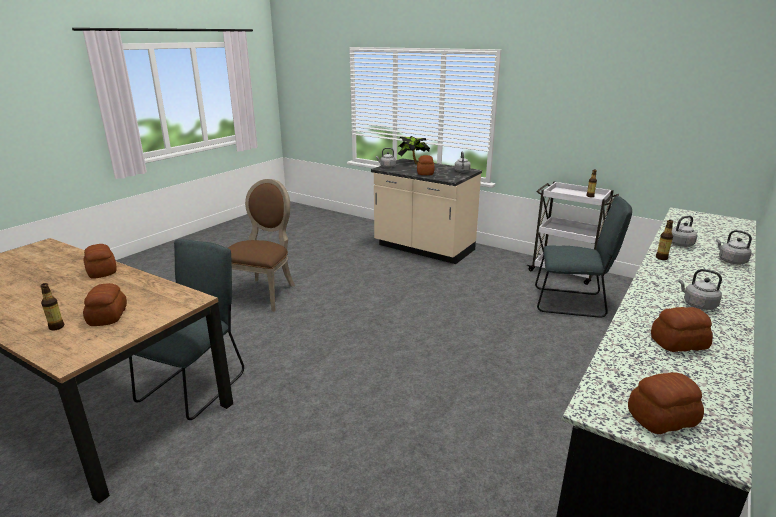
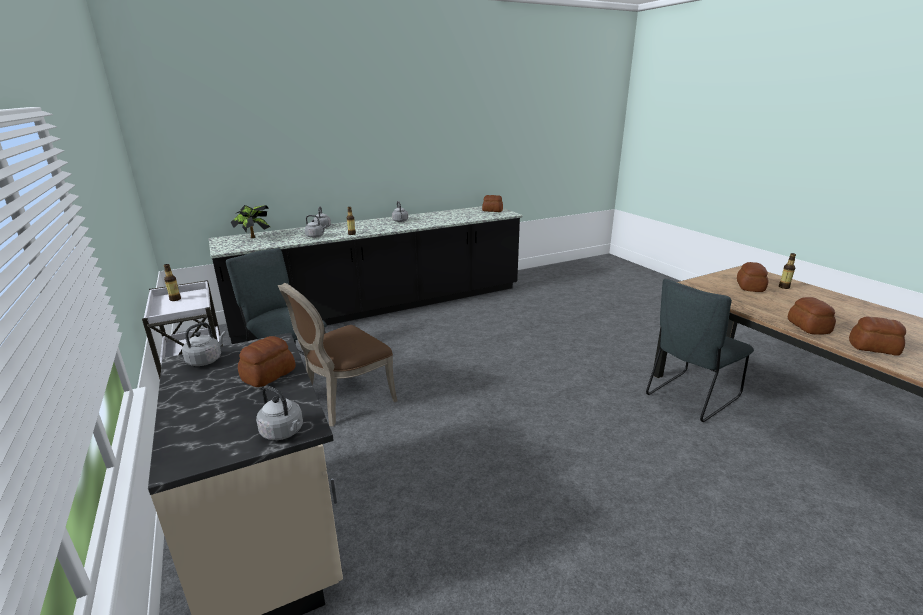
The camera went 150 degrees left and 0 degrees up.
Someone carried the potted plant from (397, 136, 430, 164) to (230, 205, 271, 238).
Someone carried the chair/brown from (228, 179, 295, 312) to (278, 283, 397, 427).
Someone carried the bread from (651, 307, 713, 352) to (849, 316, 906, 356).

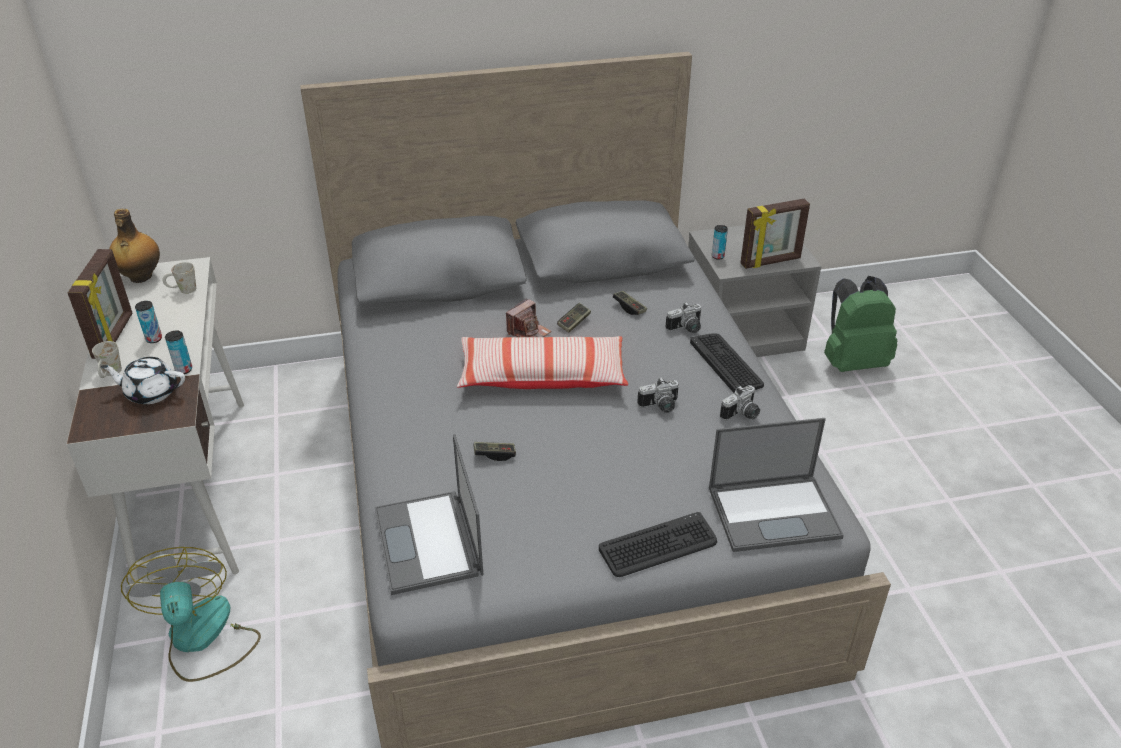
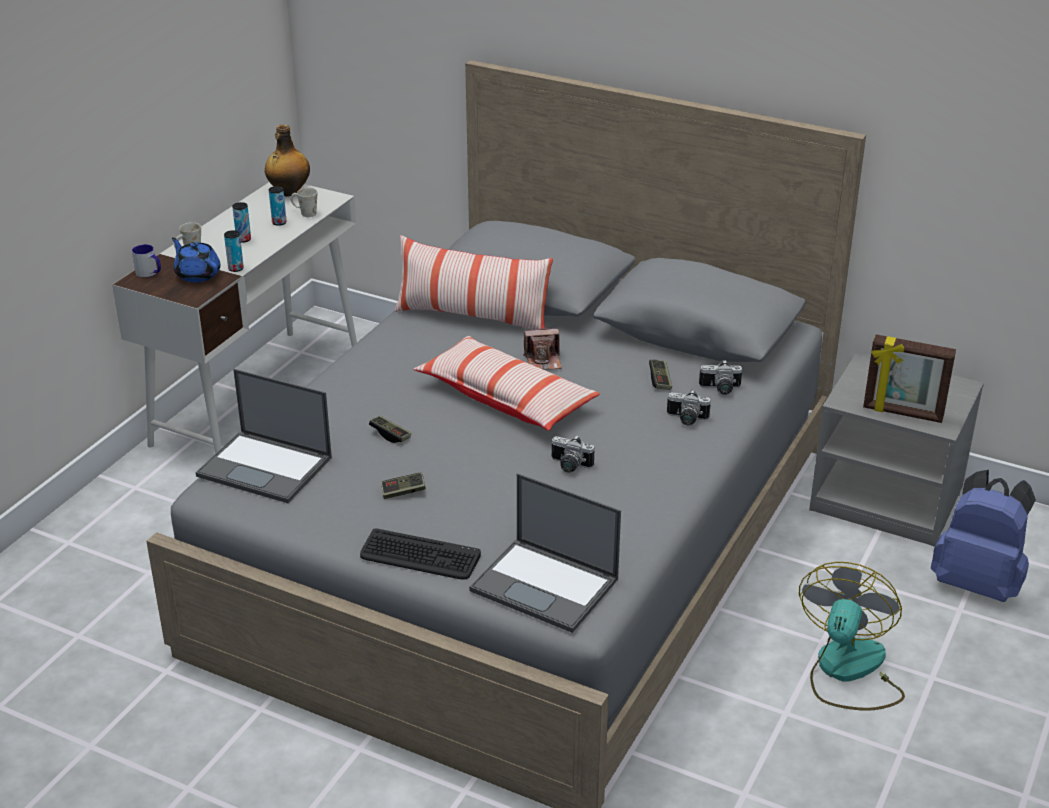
The camera went 40 degrees right and 5 degrees down.
Someone carried the can from (712, 225, 728, 260) to (269, 186, 287, 226).
Someone took away the picture frame at (68, 249, 133, 359).
Someone repainted the backpack/green at (824, 276, 898, 372), which became the backpack/blue at (931, 470, 1036, 602).
Someone carried the game controller from (557, 303, 591, 333) to (381, 472, 426, 499).
Someone took away the keyboard at (690, 333, 764, 393).
Someone repainted the teapot/white at (101, 357, 185, 404), which became the teapot/blue at (172, 237, 221, 283).
Someone carried the photo camera from (720, 385, 760, 421) to (699, 361, 742, 395).
Someone rotated the laptop at (375, 434, 483, 595) by 90 degrees counterclockwise.
Someone carried the fan from (121, 547, 261, 682) to (799, 562, 905, 711).
Someone put down the pillow at (394, 235, 553, 330).
Someone put down the mug at (132, 244, 161, 277).

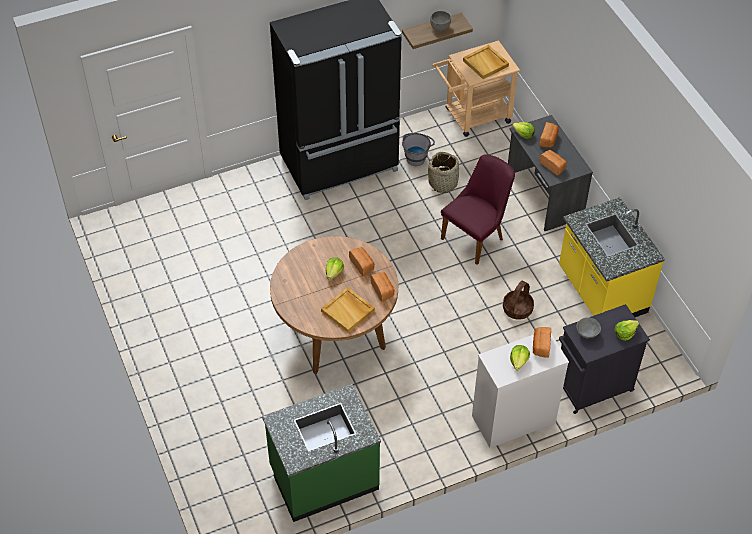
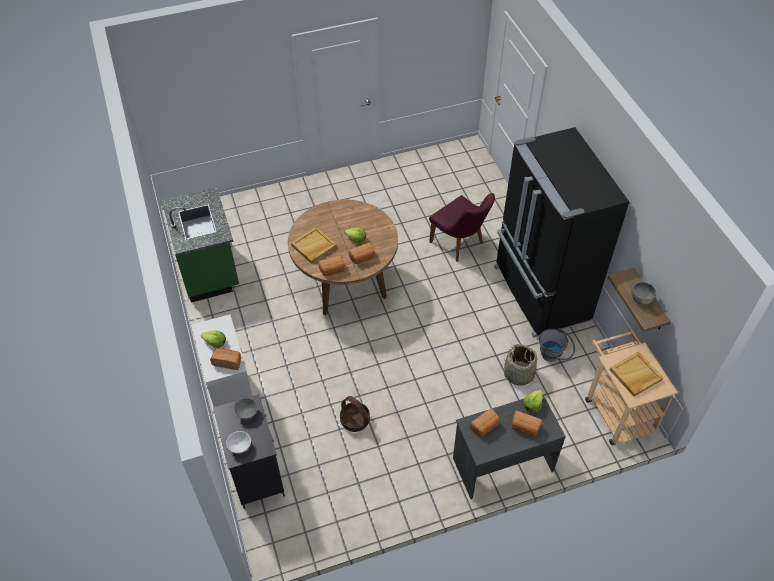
The camera went 95 degrees right and 0 degrees up.
Someone carried the chair/purple from (441, 155, 515, 265) to (429, 193, 495, 261).
Someone took away the counter/yellow at (559, 197, 665, 317).
Someone swapped the lettuce at (615, 320, 639, 341) for the bowl/white at (226, 431, 251, 454).

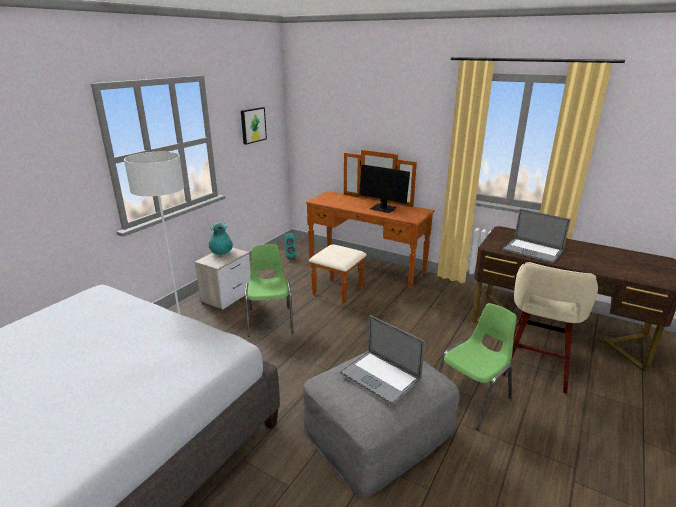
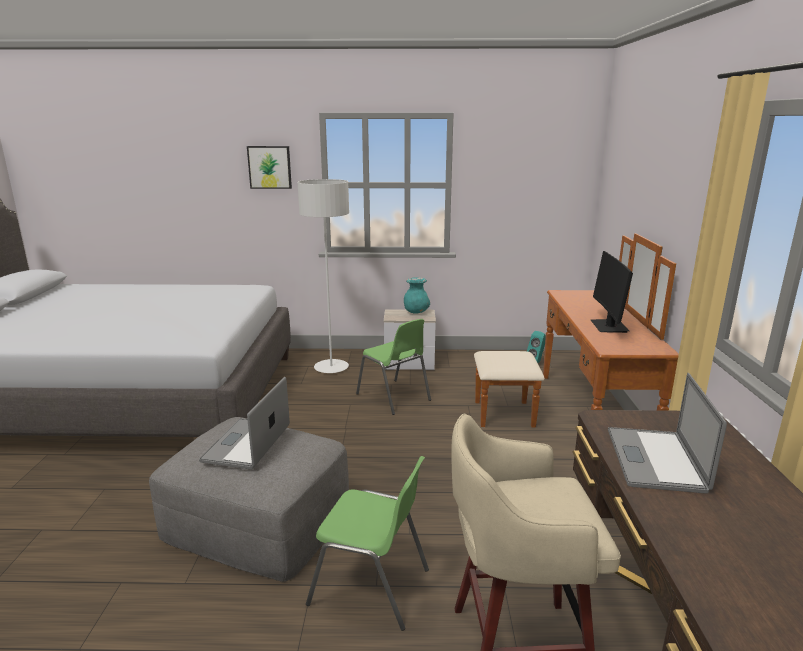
The camera went 60 degrees right and 5 degrees down.
Someone carried the picture from (241, 107, 267, 145) to (247, 146, 292, 189).
Someone rotated the chair/green at (245, 244, 294, 337) by 90 degrees clockwise.

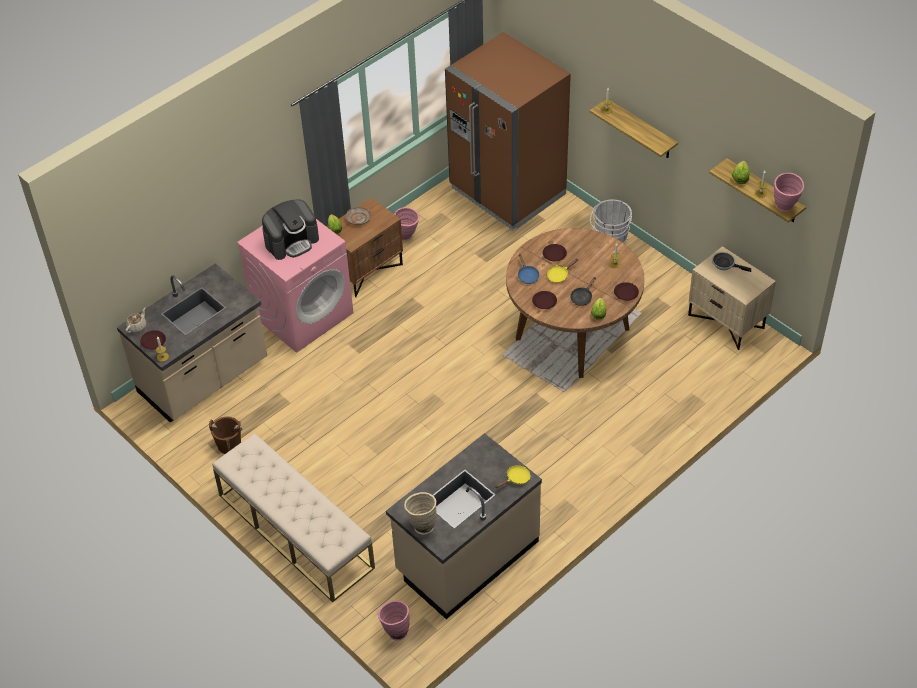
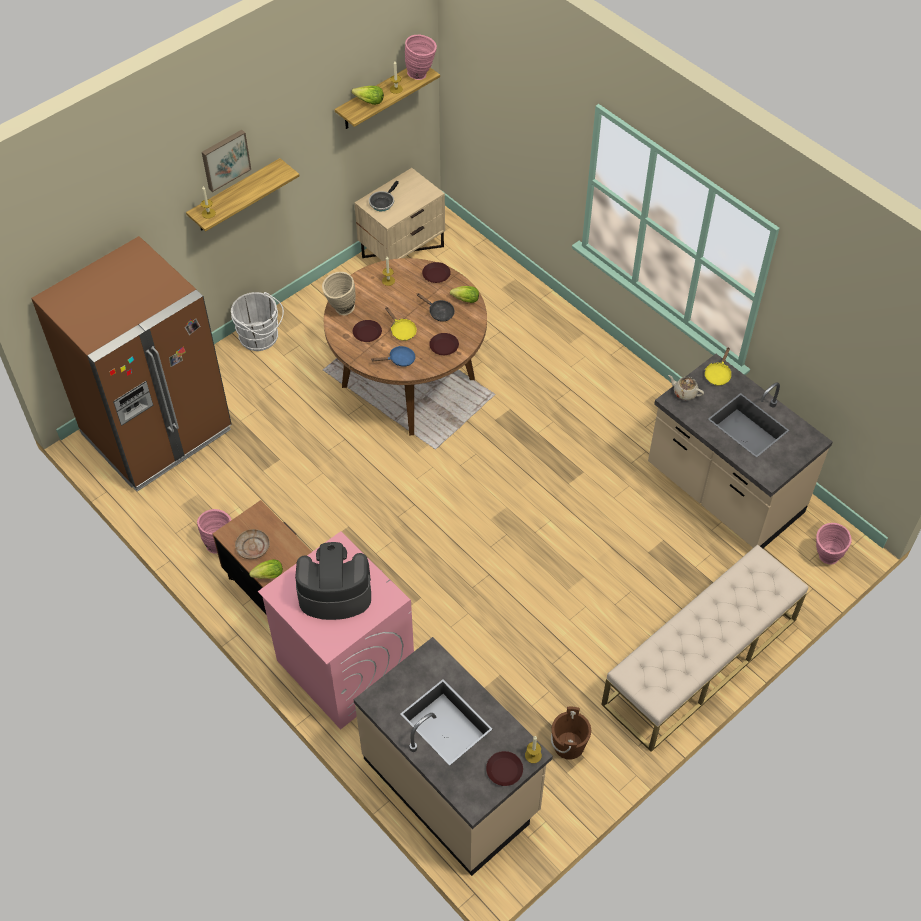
The camera went 90 degrees left and 5 degrees up.
Someone rotated the coffee machine at (262, 199, 319, 260) by 60 degrees counterclockwise.
Someone carried the teapot/beige from (126, 308, 146, 333) to (668, 375, 704, 400).
Someone rotated the frying pan/yellow at (495, 465, 531, 488) by 120 degrees counterclockwise.
Someone carried the vase/beige from (404, 492, 437, 535) to (322, 272, 356, 315).
Someone put up the picture at (202, 130, 251, 192).

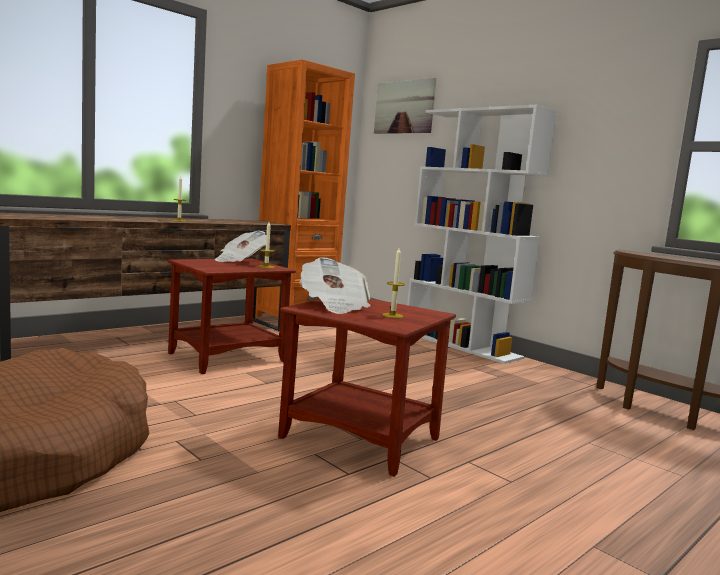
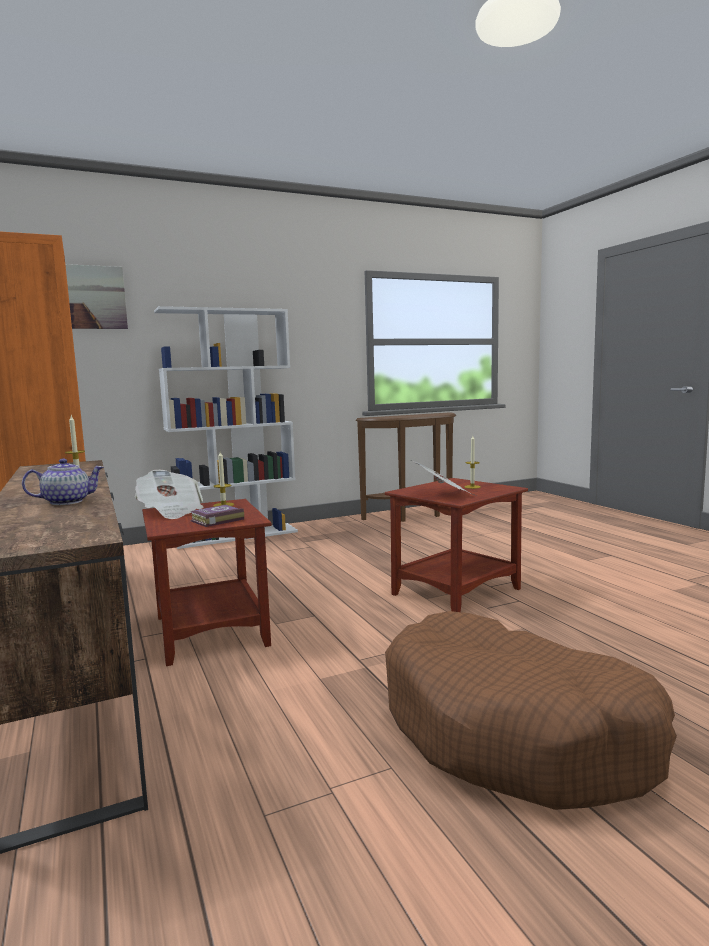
The camera went 70 degrees left and 0 degrees up.
Someone put down the teapot at (22, 459, 104, 505).
Someone put down the book at (191, 505, 244, 527).

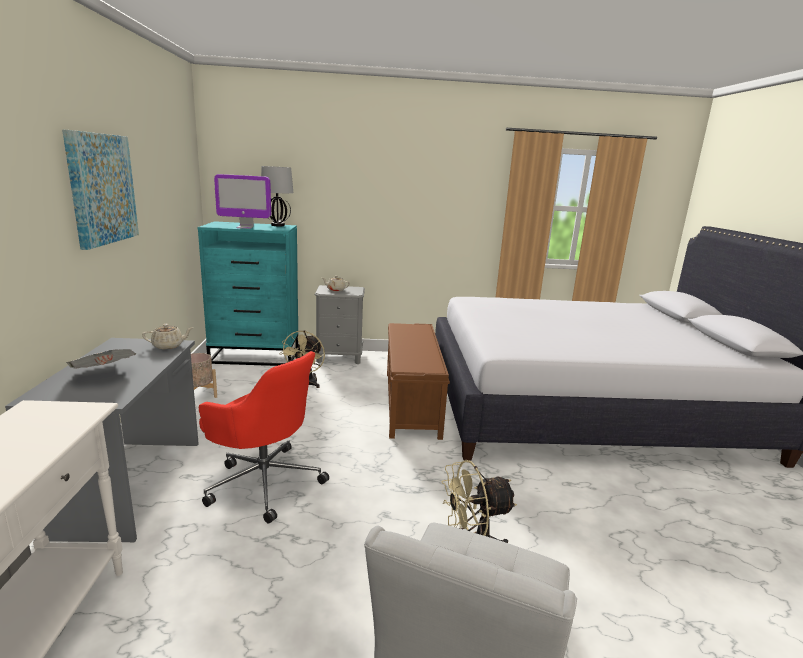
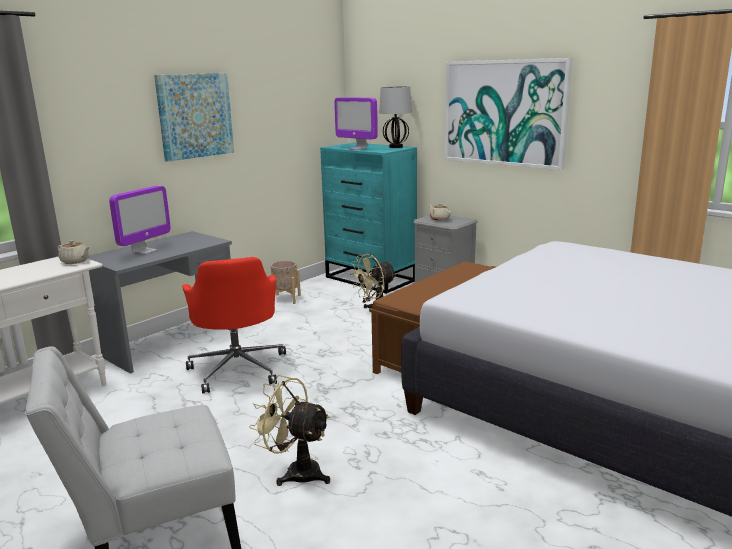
The camera went 45 degrees right and 0 degrees up.
Someone carried the teapot/beige from (142, 324, 194, 349) to (57, 240, 90, 264).
Someone swapped the newspaper at (66, 349, 136, 369) for the monitor at (109, 186, 171, 255).
Someone put up the picture at (445, 58, 573, 170).

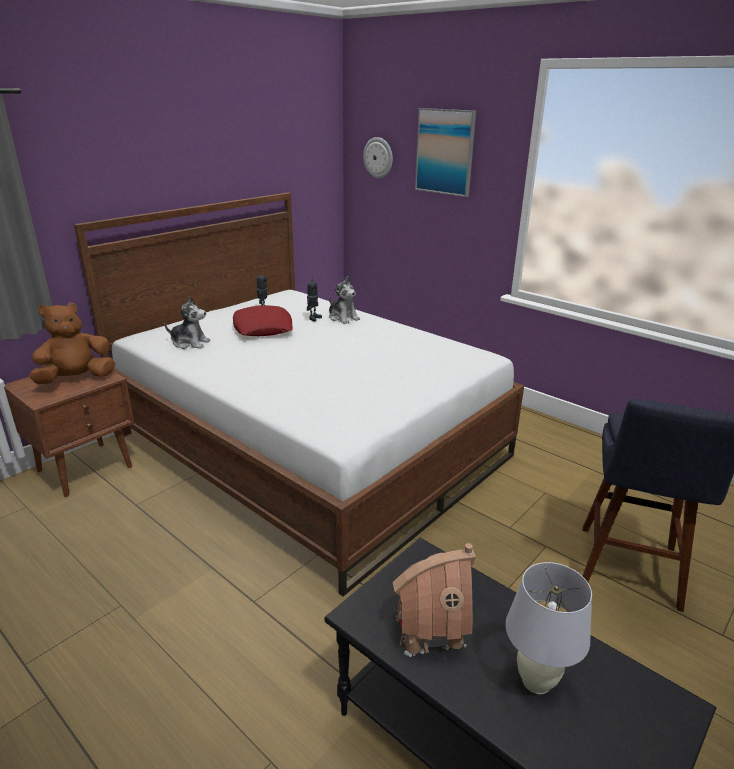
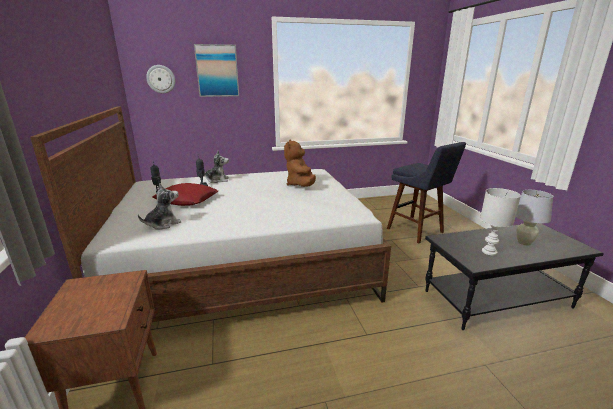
The camera went 55 degrees left and 5 degrees down.
Someone carried the plush toy/brown from (29, 302, 115, 384) to (284, 140, 316, 187).
Someone swapped the toy house at (393, 543, 476, 658) for the table lamp/white at (480, 188, 521, 255).

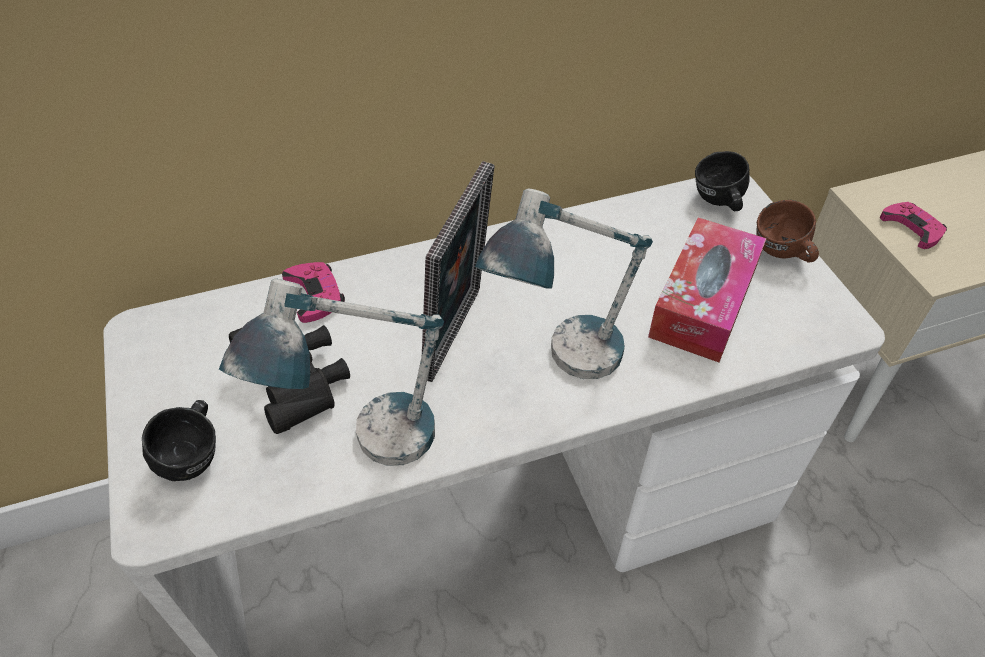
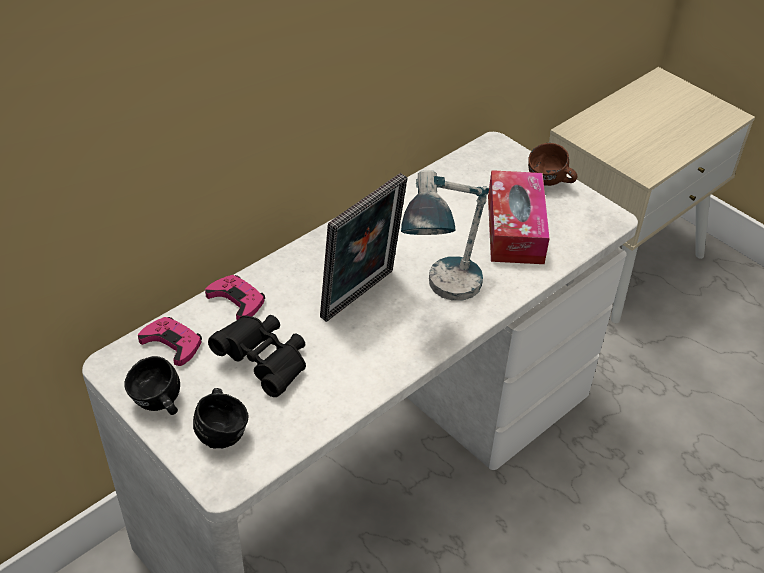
The camera went 25 degrees left and 5 degrees down.
Someone carried the mug/black from (695, 151, 750, 211) to (124, 356, 180, 415).
Someone rotated the picture frame at (422, 161, 494, 382) by 45 degrees clockwise.
Someone carried the game controller/pink from (880, 202, 947, 249) to (138, 317, 202, 366).
Someone took away the table lamp at (219, 278, 444, 466).

